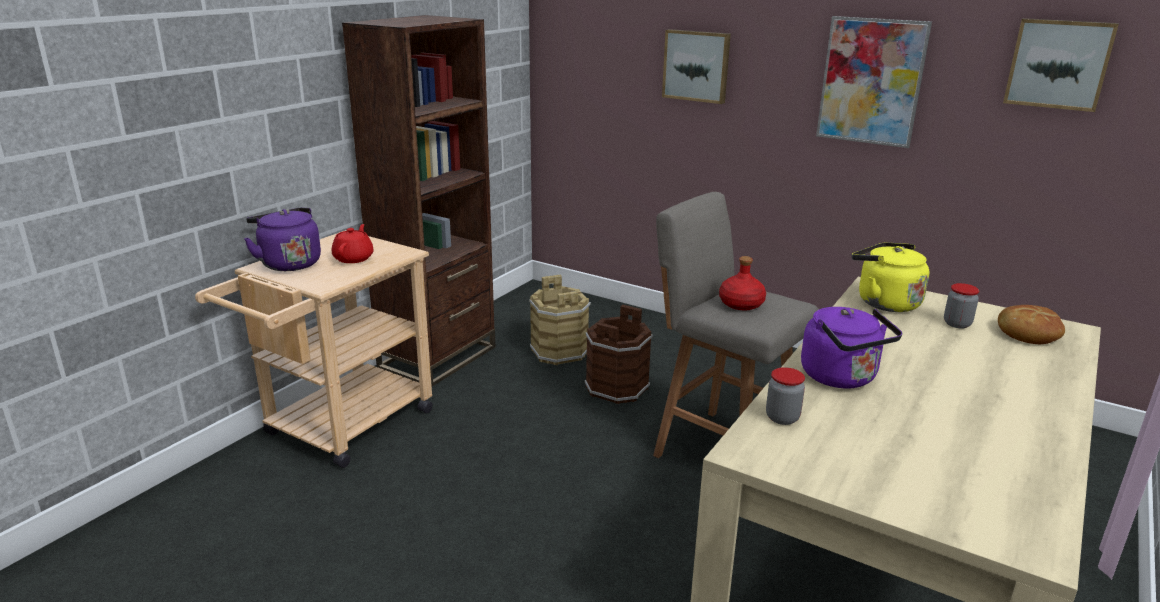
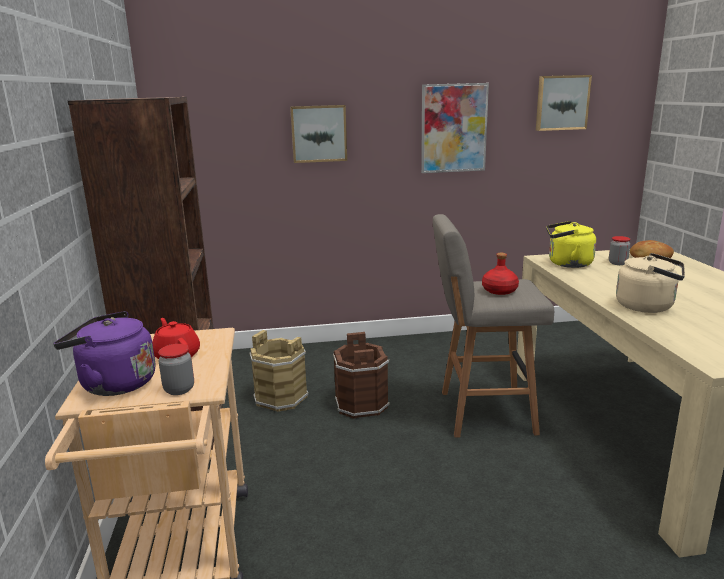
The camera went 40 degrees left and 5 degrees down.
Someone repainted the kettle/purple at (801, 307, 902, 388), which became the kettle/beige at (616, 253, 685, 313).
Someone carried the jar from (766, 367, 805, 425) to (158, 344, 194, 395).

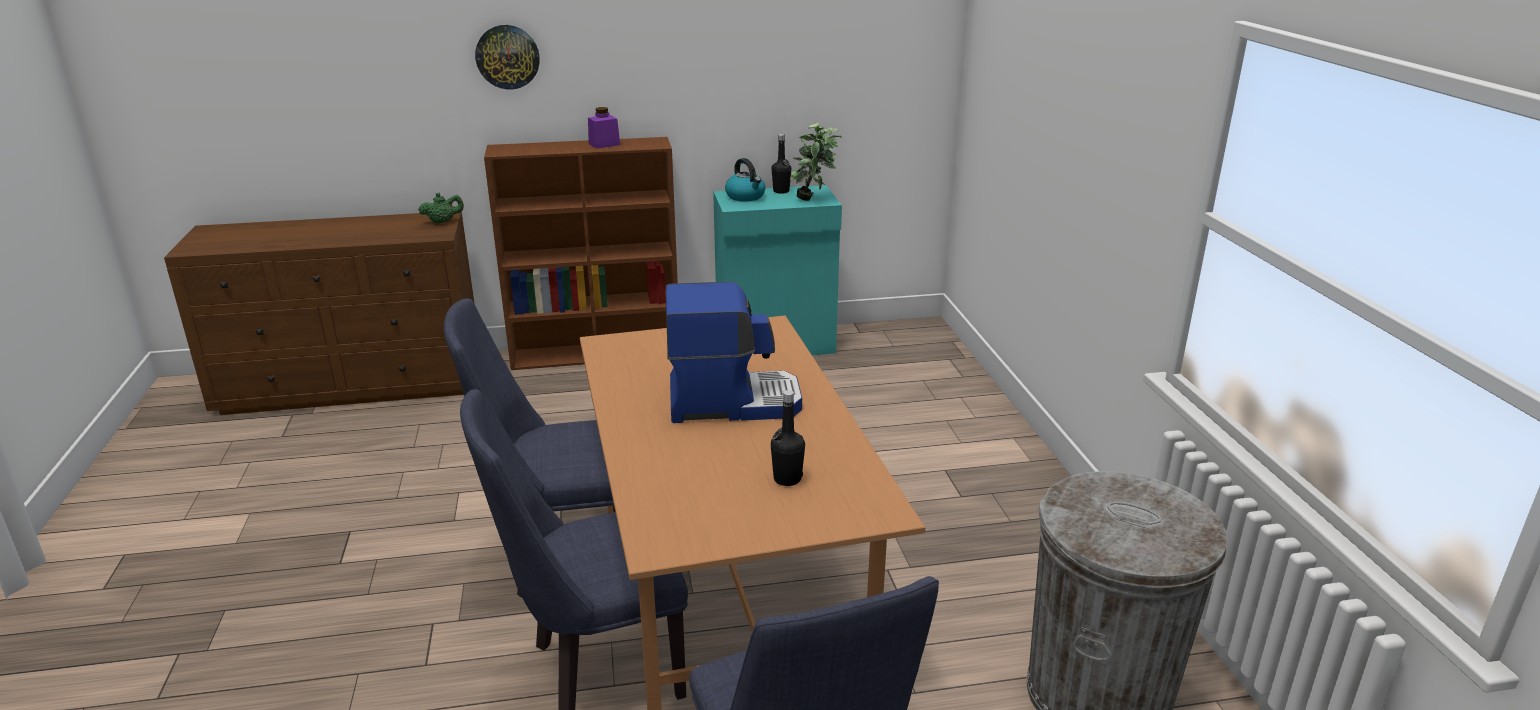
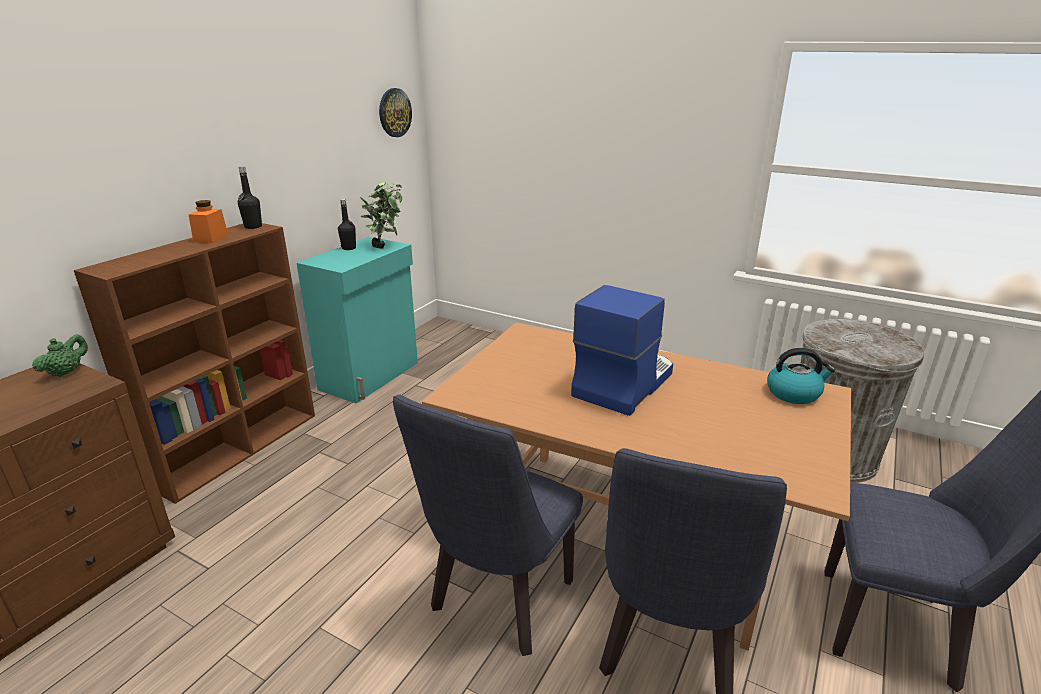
The camera went 50 degrees left and 0 degrees up.
Someone carried the wall clock from (475, 25, 540, 90) to (379, 88, 412, 137).
Someone repainted the jar/purple at (588, 107, 620, 149), which became the jar/orange at (188, 200, 229, 243).
Someone carried the kettle from (725, 158, 766, 201) to (767, 348, 835, 404).
Someone carried the bottle/black from (771, 390, 805, 486) to (238, 166, 262, 229).

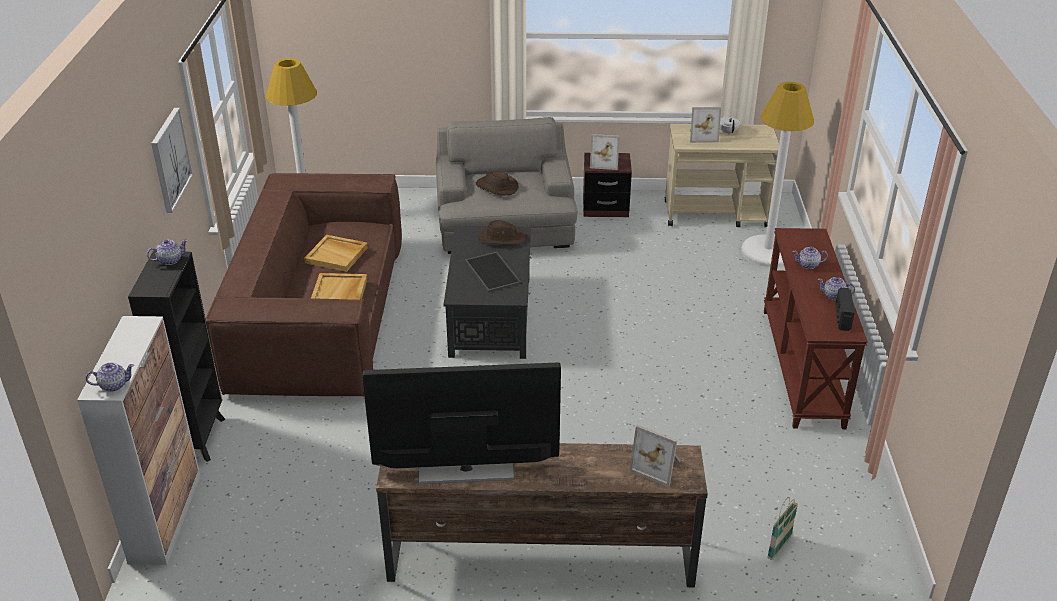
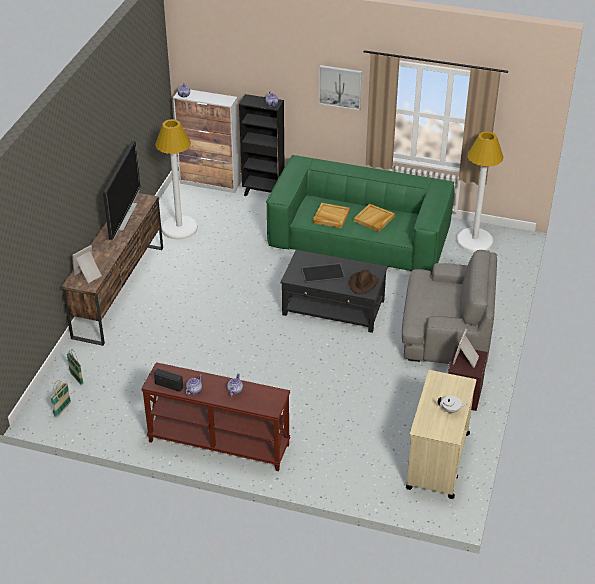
The camera went 105 degrees right and 5 degrees up.
Someone carried the floor lamp/white from (741, 82, 814, 267) to (155, 119, 198, 240).
Someone took away the picture frame at (690, 107, 721, 143).
Someone took away the hat/brown at (476, 171, 519, 195).
Someone repainted the sofa/brown at (206, 173, 402, 396), which became the sofa/green at (266, 155, 455, 276).
Someone put down the basket at (50, 380, 71, 418).

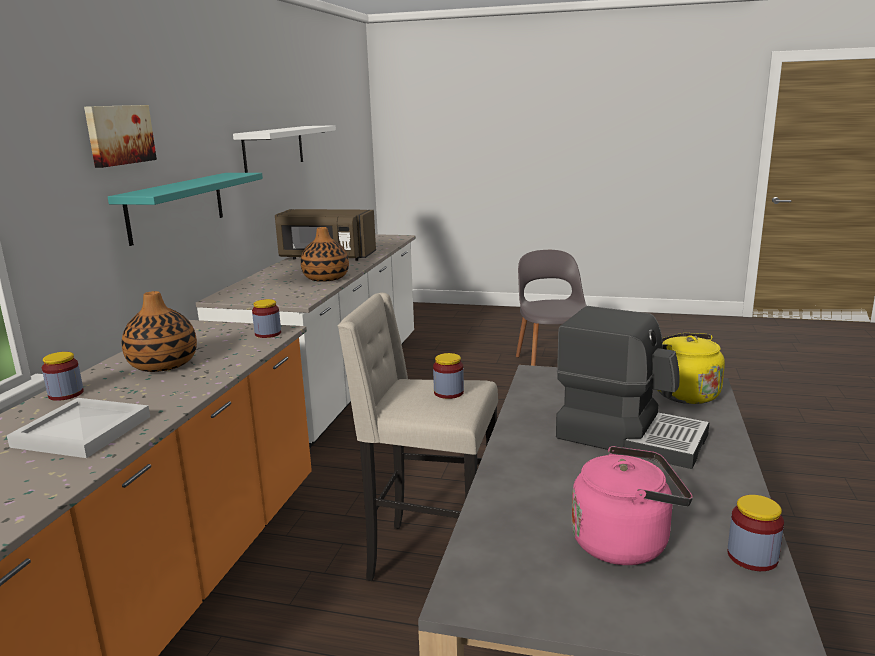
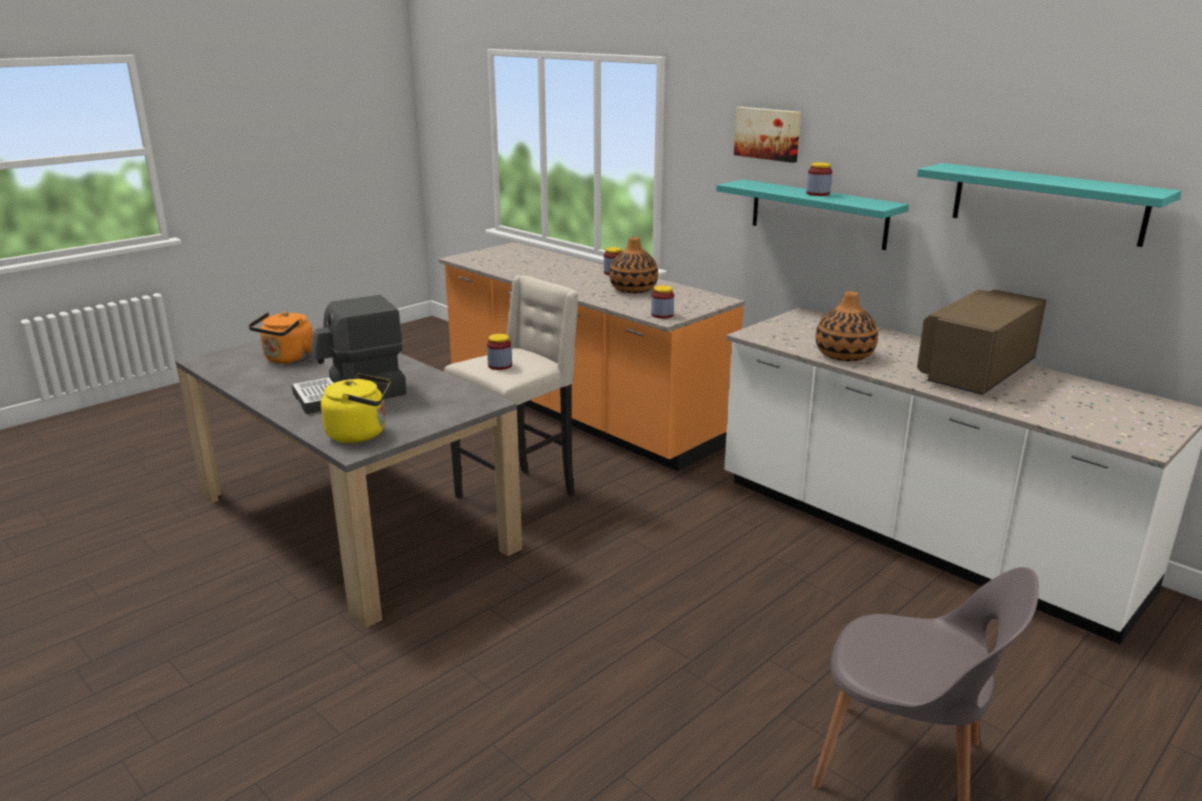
The camera went 120 degrees right and 5 degrees up.
Someone repainted the shelf/white at (233, 125, 336, 173), which became the shelf/turquoise at (917, 163, 1181, 247).
Someone took away the tray/white at (7, 398, 150, 458).
Someone repainted the kettle/pink at (571, 446, 693, 565), which became the kettle/orange at (248, 312, 313, 364).
Someone carried the jar from (727, 495, 784, 571) to (807, 162, 832, 196).

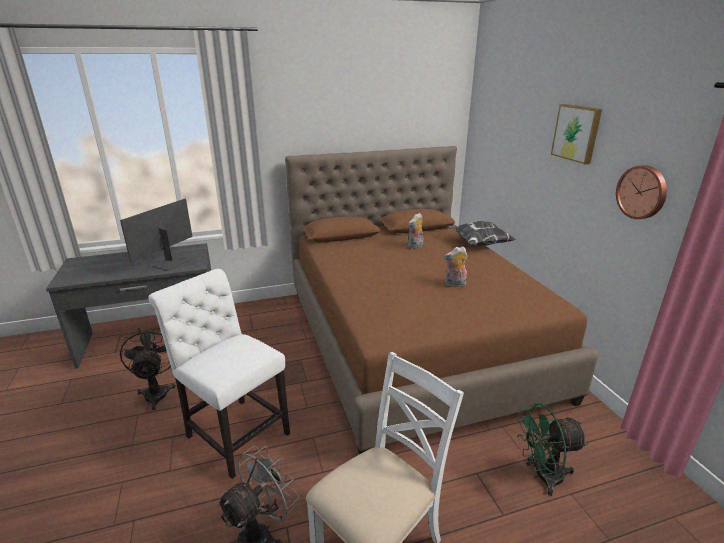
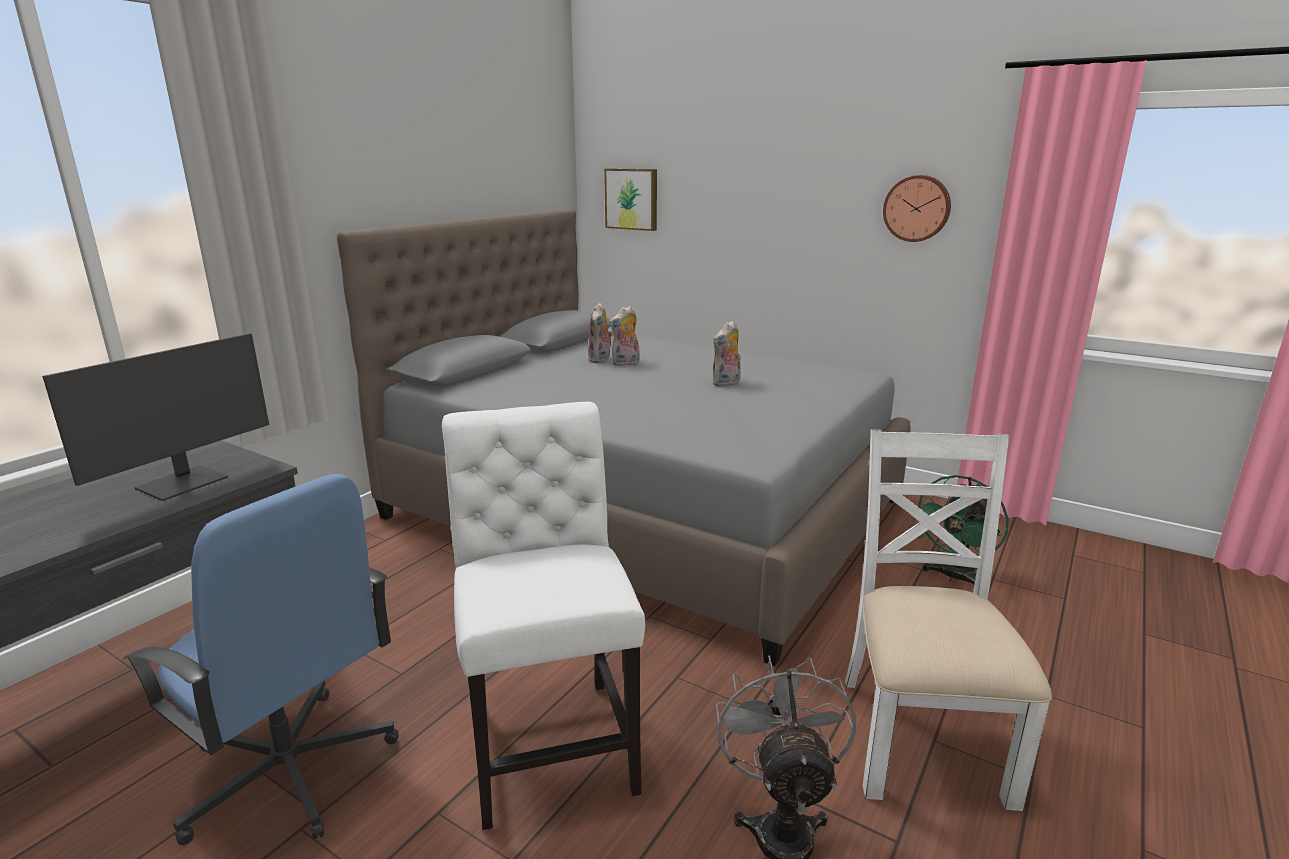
The camera went 40 degrees left and 5 degrees down.
Someone carried the picture from (551, 104, 602, 164) to (604, 169, 657, 231).
Someone repainted the bed/brown at (285, 146, 599, 454), which became the bed/grey at (337, 209, 911, 666).
Someone rotated the monitor at (120, 199, 193, 271) by 135 degrees counterclockwise.
Someone took away the pillow at (447, 221, 516, 246).
Someone rotated the chair/white at (148, 269, 290, 479) by 75 degrees clockwise.
Someone swapped the fan/black at (120, 327, 176, 410) for the office chair/blue at (123, 474, 399, 845).
Someone put down the plush toy at (609, 306, 640, 366).

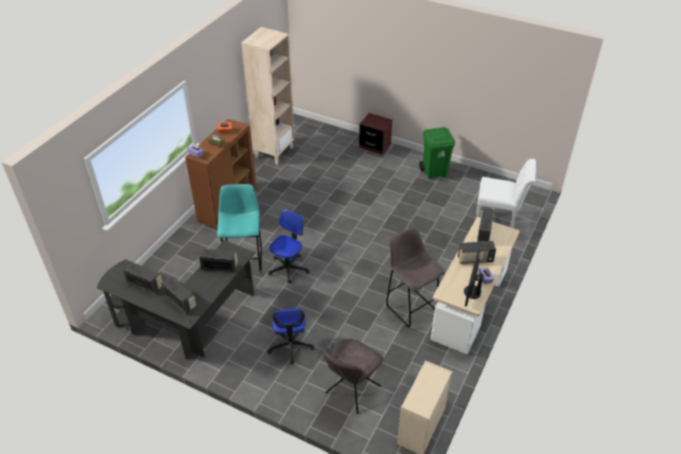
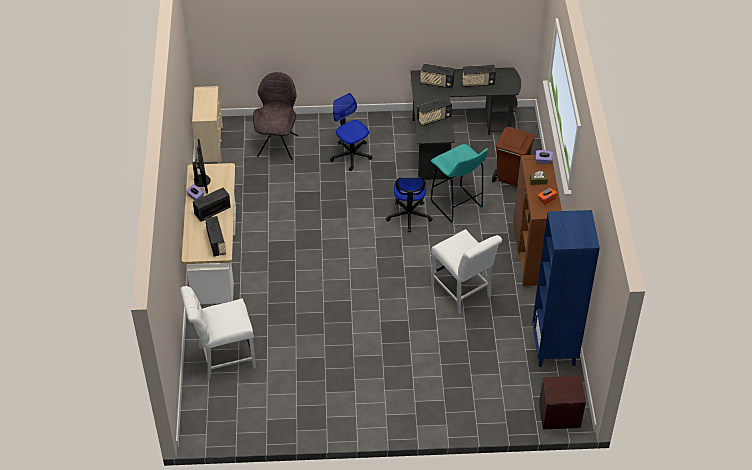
The camera went 150 degrees right and 5 degrees up.
Someone repainted the bookcase/beige at (241, 27, 294, 164), which became the bookcase/blue at (532, 210, 600, 367).
Someone carried the nightstand/brown from (359, 113, 392, 155) to (539, 376, 586, 429).
Someone took away the trash can/green at (419, 127, 455, 179).
Someone took away the stool/grey at (386, 227, 445, 328).
Someone put down the trash can/brown at (492, 127, 535, 187).
Someone put down the chair/white at (431, 229, 502, 314).

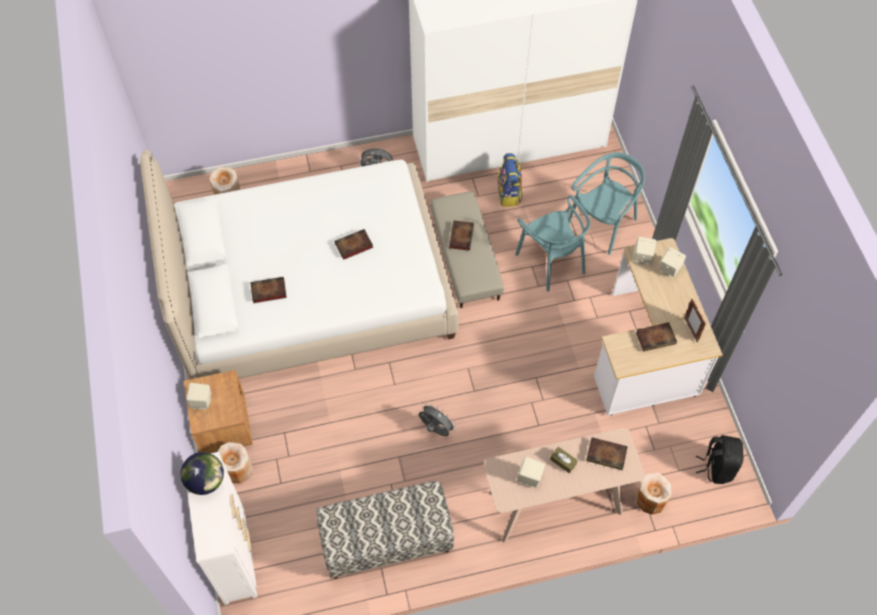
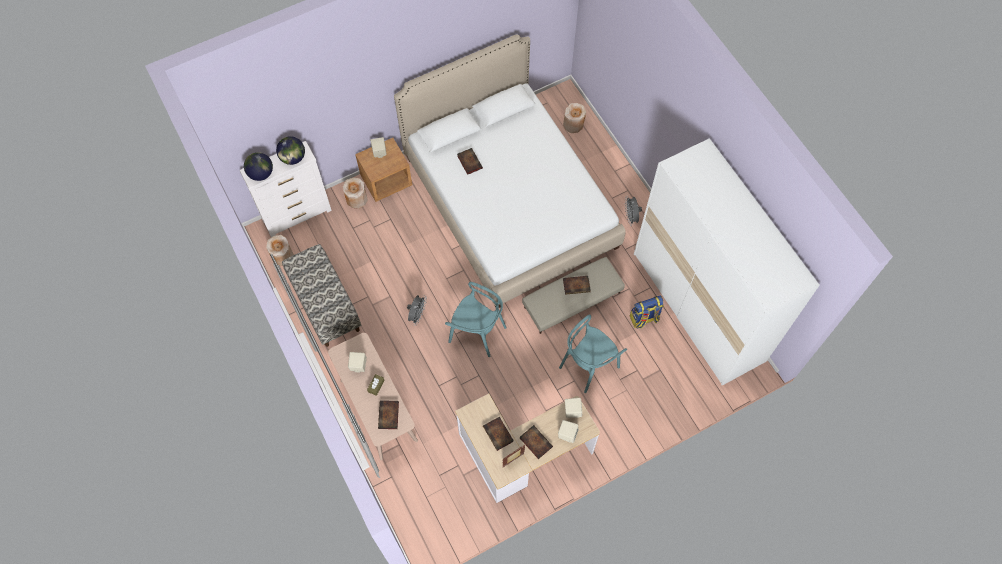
The camera went 75 degrees right and 5 degrees up.
Someone carried the chair/turquoise from (568, 152, 645, 255) to (445, 282, 507, 357).
Someone carried the book from (334, 229, 373, 260) to (520, 425, 553, 459).
Someone took away the backpack/black at (696, 435, 743, 484).
Someone carried the vase/beige from (637, 473, 672, 515) to (266, 235, 294, 266).
Someone put down the globe at (244, 152, 273, 181).

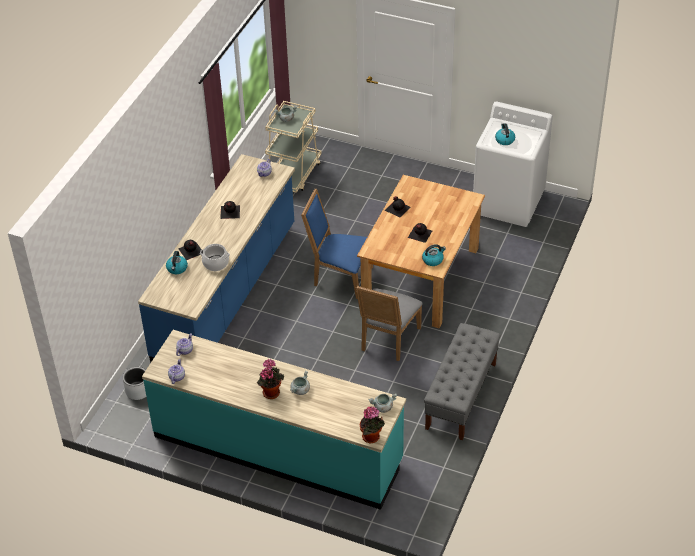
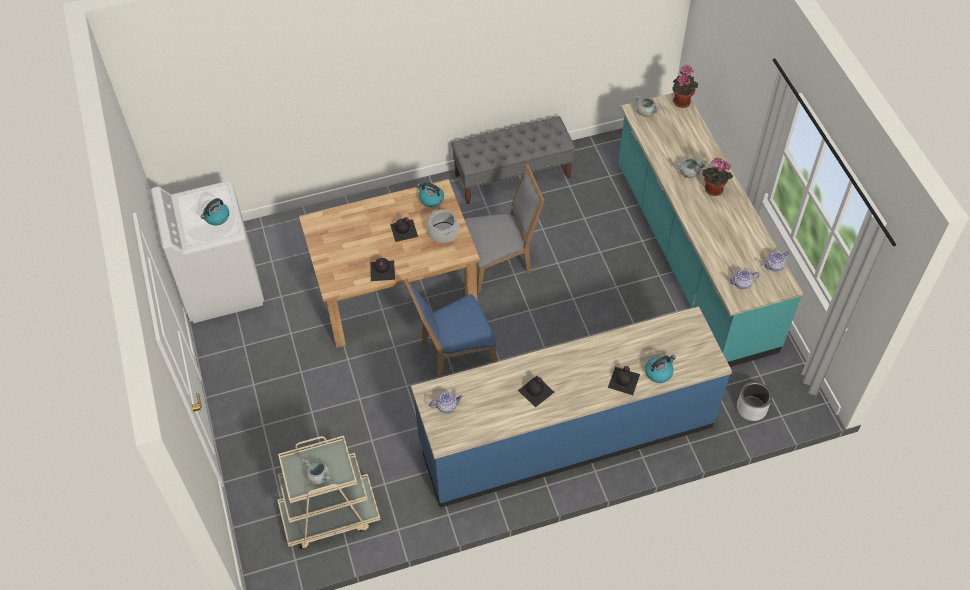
The camera went 130 degrees left and 10 degrees up.
Someone rotated the chair/blue at (301, 189, 373, 299) by 90 degrees clockwise.
Someone carried the cooking pot from (200, 244, 230, 271) to (427, 209, 459, 243).

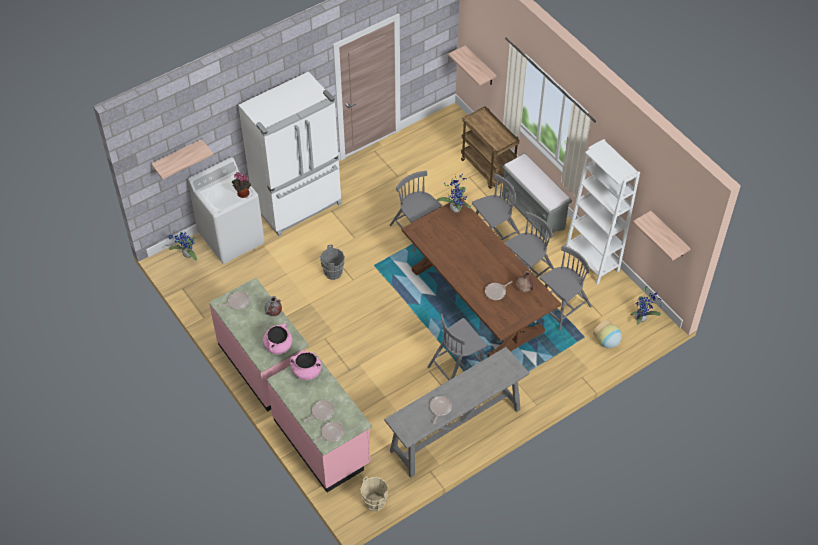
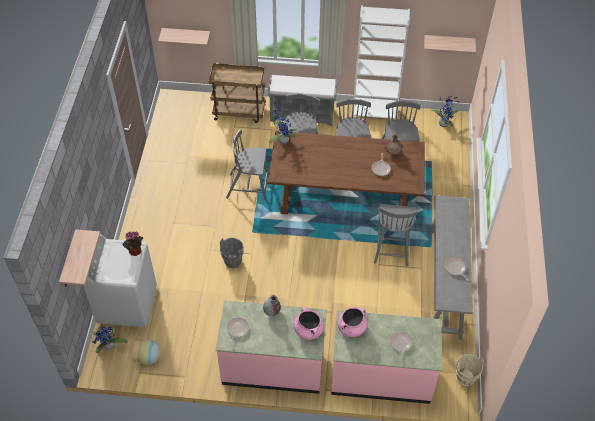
The camera went 50 degrees left and 0 degrees up.
Someone took away the fridge/white at (238, 71, 342, 236).
Someone carried the vase from (593, 320, 622, 348) to (133, 340, 161, 365).
Someone took away the frying pan at (313, 421, 344, 443).

